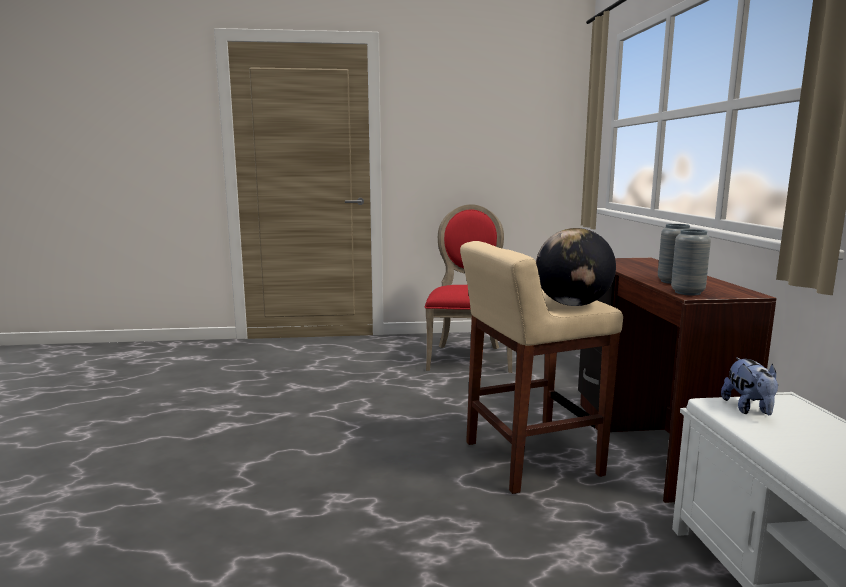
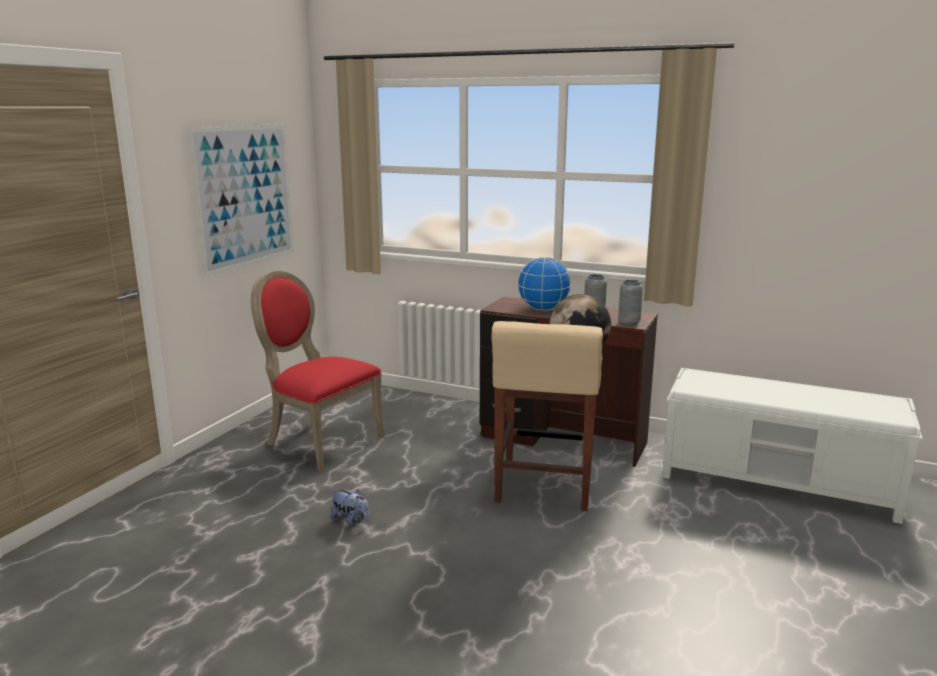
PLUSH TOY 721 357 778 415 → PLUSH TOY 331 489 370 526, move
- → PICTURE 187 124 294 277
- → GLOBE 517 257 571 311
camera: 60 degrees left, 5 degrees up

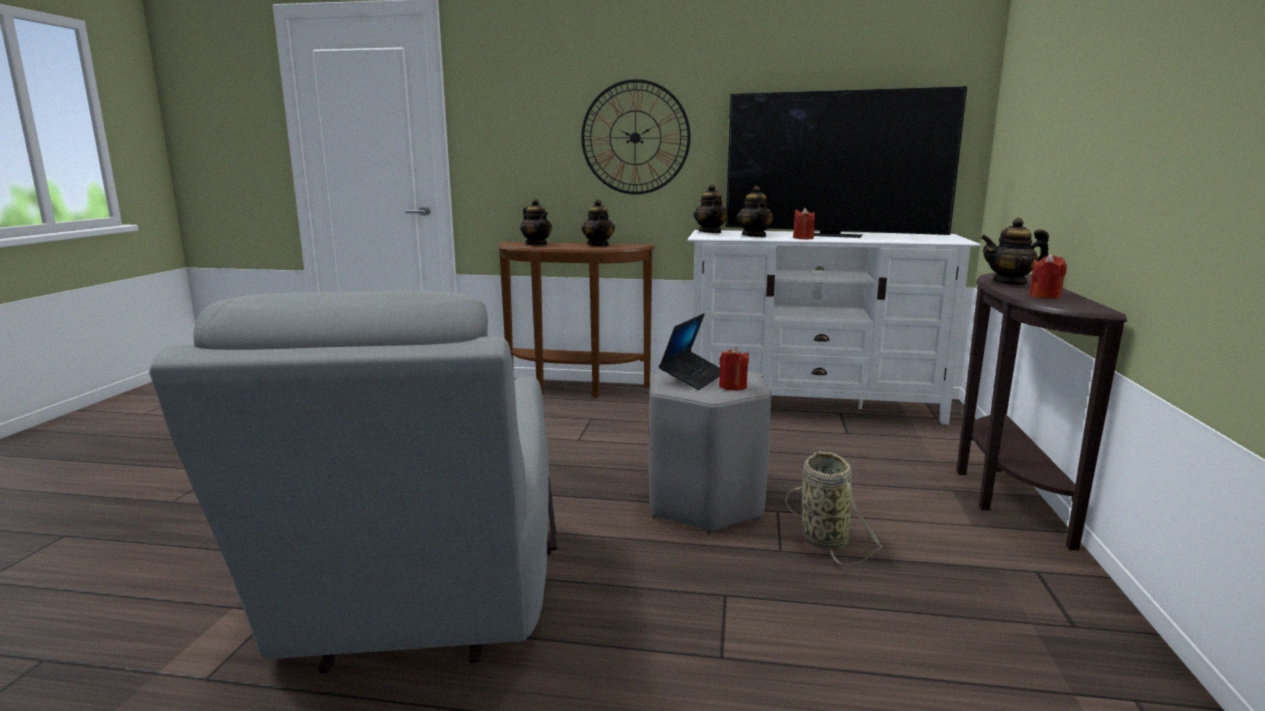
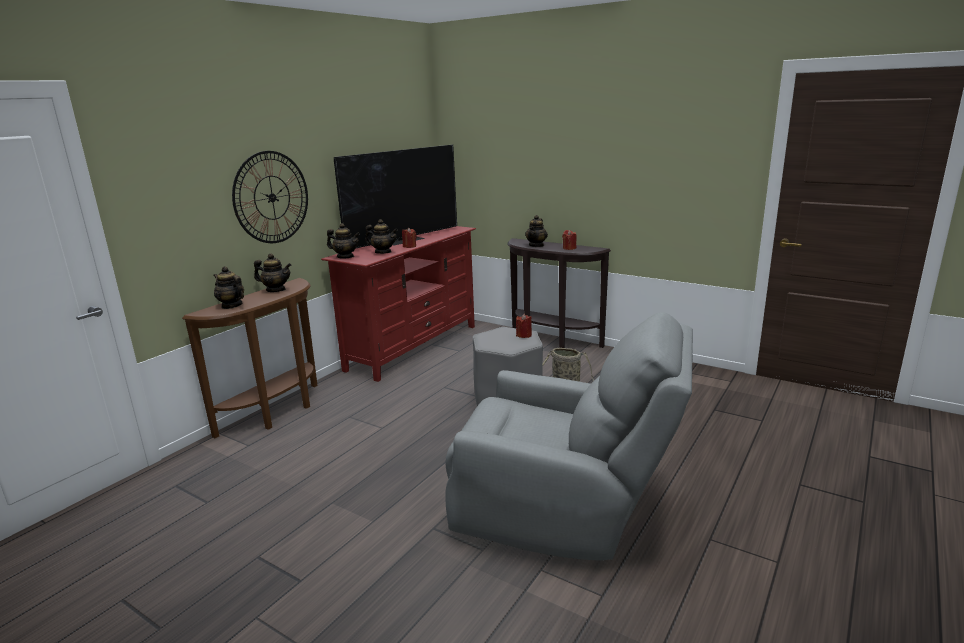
TEAPOT 520 199 552 245 → TEAPOT 213 266 244 309, 135 degrees counterclockwise
LAPTOP 659 313 720 390 → -
WHITE TV STAND 687 230 981 425 → RED TV STAND 321 226 476 382
camera: 65 degrees left, 5 degrees up

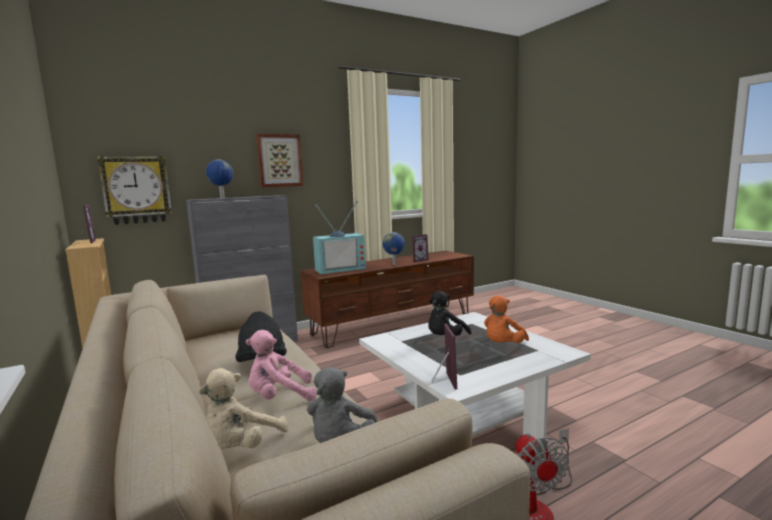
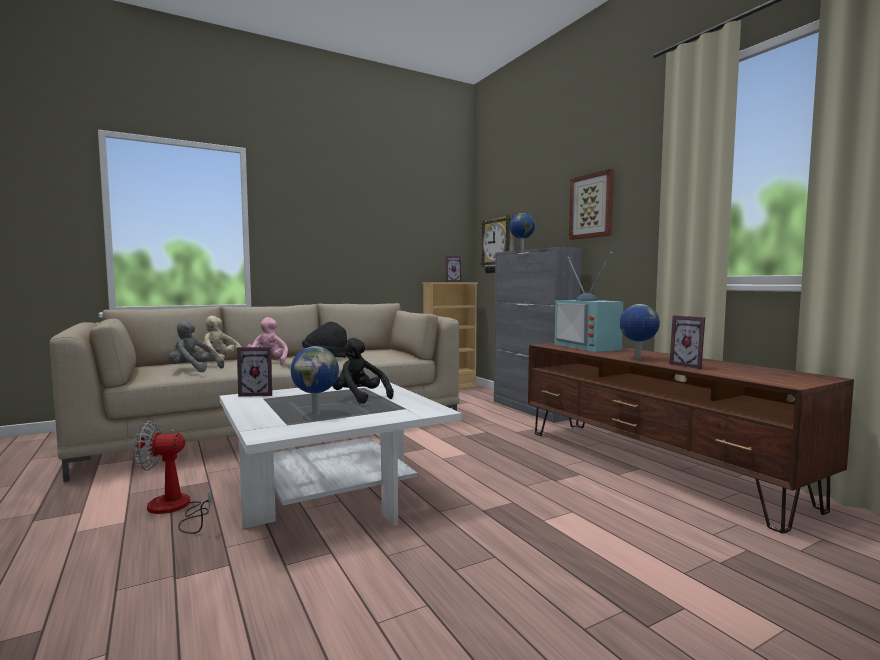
ORANGE PLUSH TOY 484 295 529 343 → GLOBE 291 346 339 415
camera: 90 degrees right, 5 degrees down

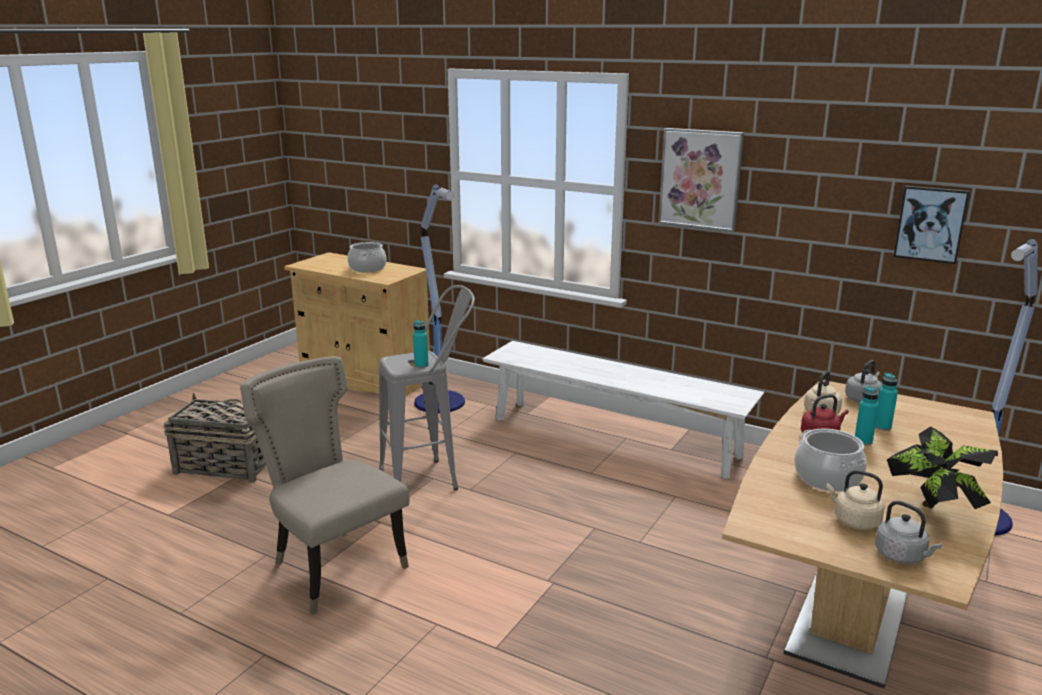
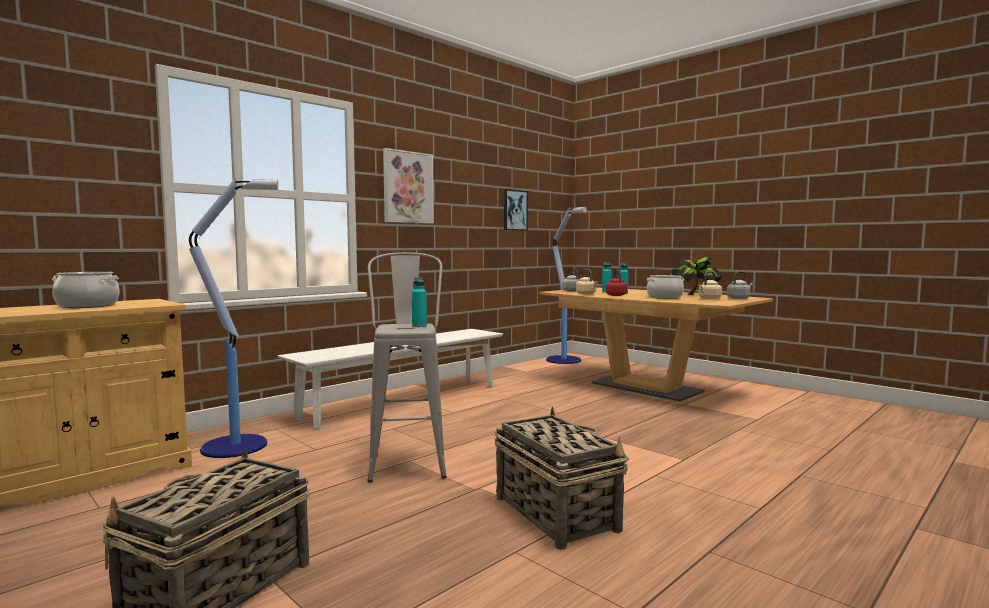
BEIGE CHAIR 240 356 410 615 → BASKET 494 407 629 550
camera: 75 degrees left, 15 degrees down

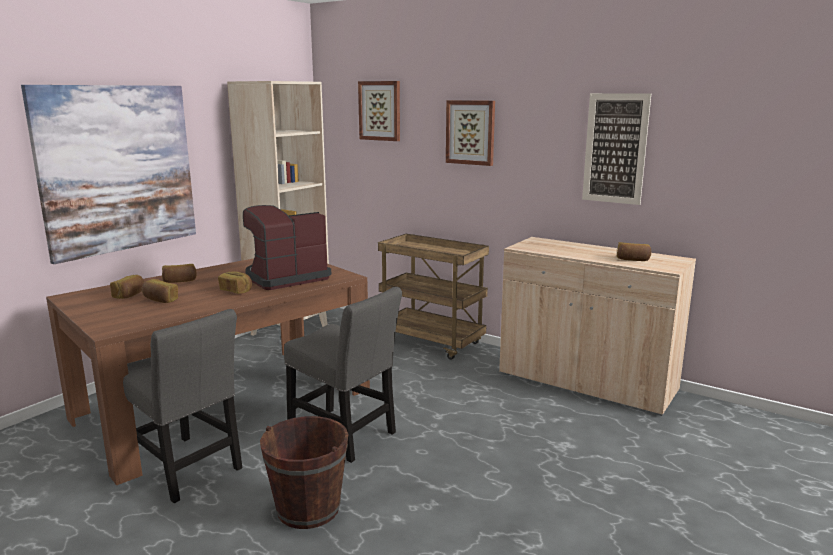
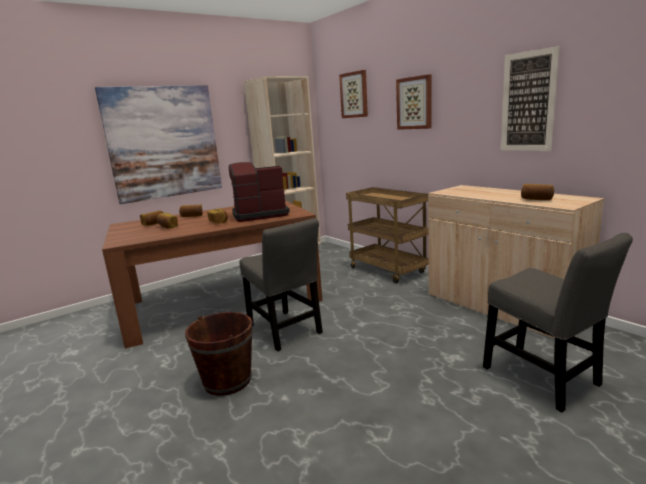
GREY CHAIR 123 309 243 503 → GREY CHAIR 483 233 633 412, move
camera: 20 degrees right, 0 degrees up

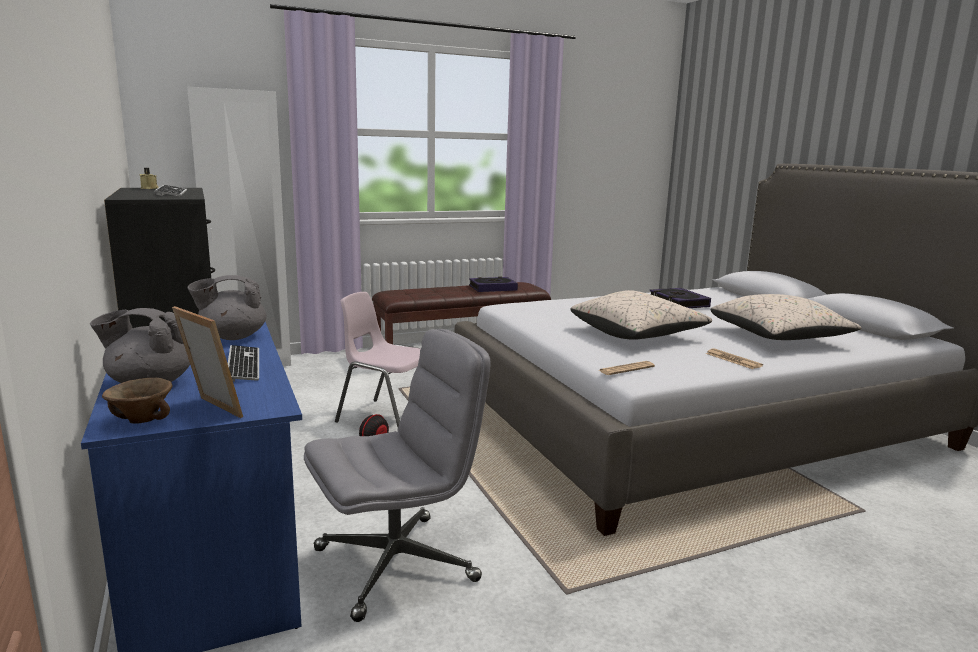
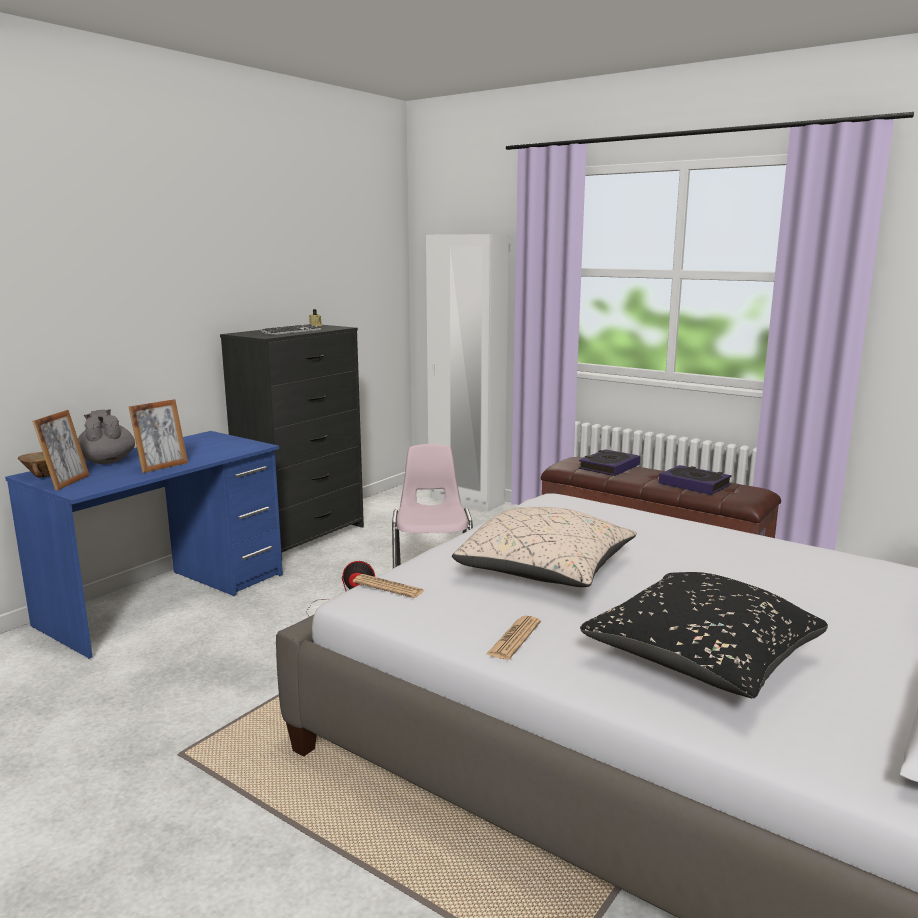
GREY TEAPOT 188 275 267 340 → -
KEYBOARD 228 345 259 382 → PICTURE FRAME 129 399 188 473
GREY OFFICE CHAIR 304 329 491 622 → -
BOOK 650 288 711 308 → BOOK 579 449 640 476, move
BEIGE PILLOW 710 294 861 340 → BLACK PILLOW 580 572 828 698
camera: 60 degrees right, 0 degrees up

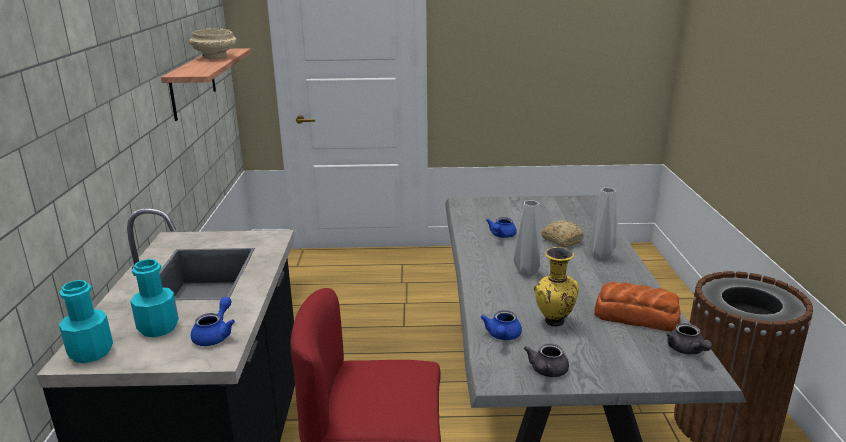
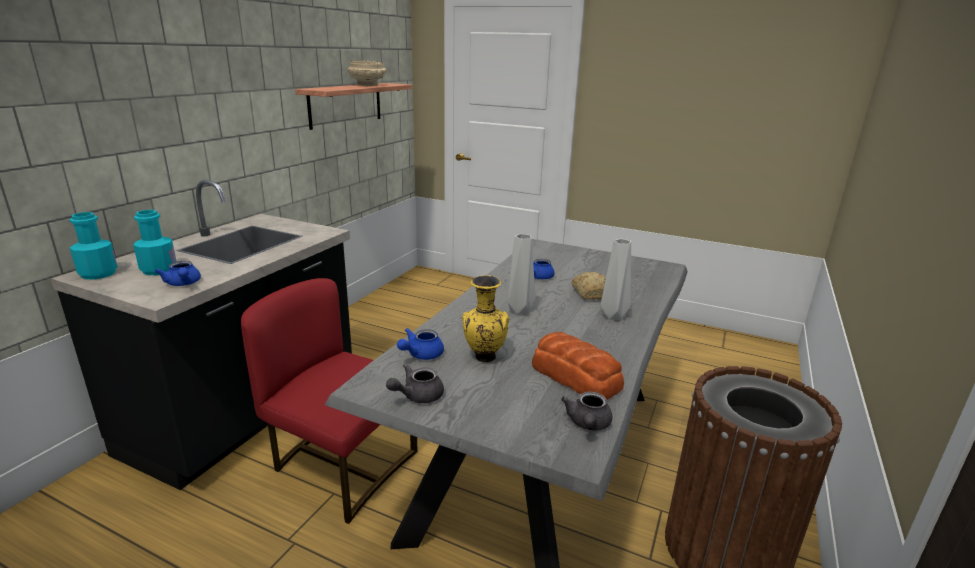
BLUE TEAPOT 191 297 235 346 → BLUE TEAPOT 155 261 201 286, 105 degrees clockwise
camera: 25 degrees right, 0 degrees up

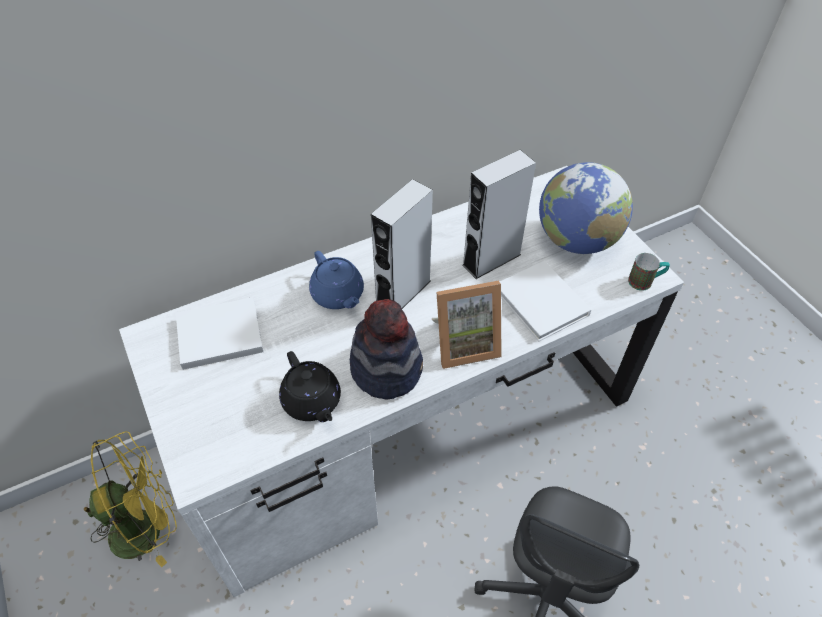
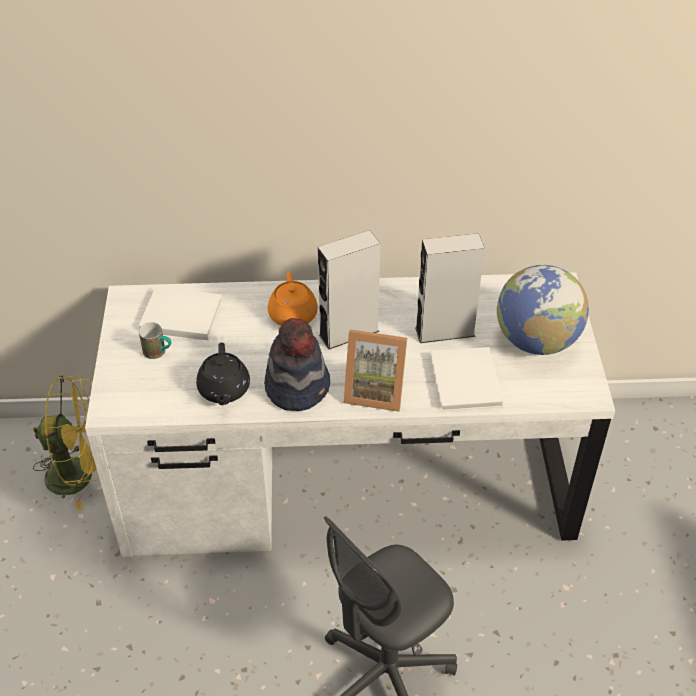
BLUE TEAPOT 309 251 364 309 → ORANGE TEAPOT 268 273 318 326
MUG 628 253 670 291 → MUG 139 323 171 359, move
camera: 25 degrees right, 5 degrees down

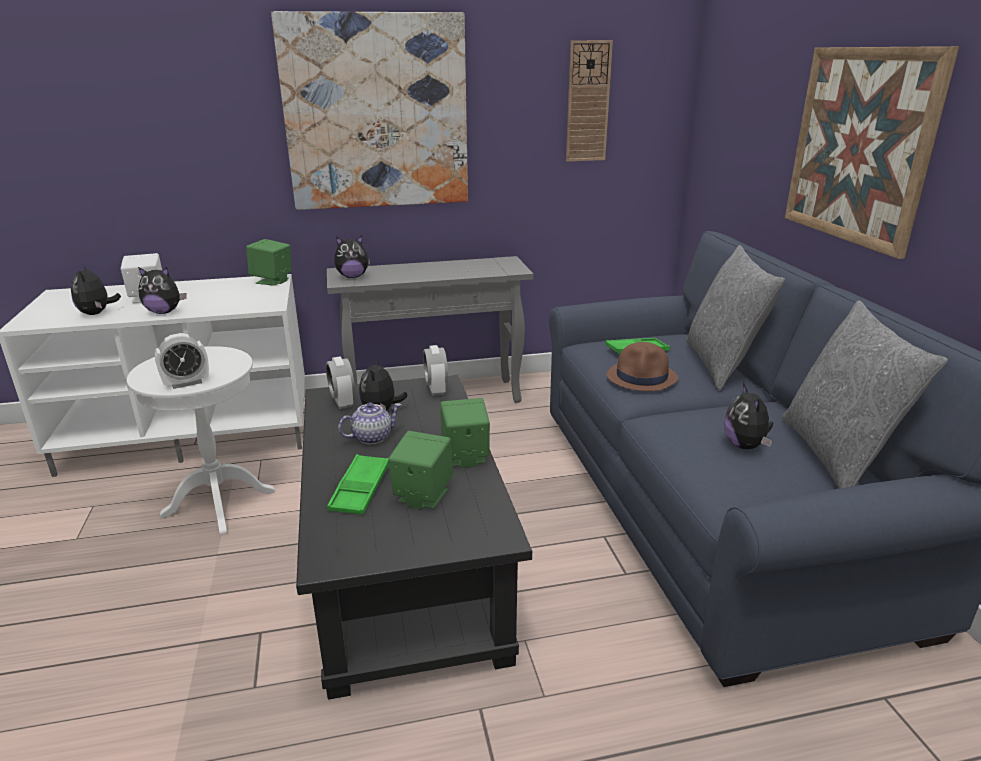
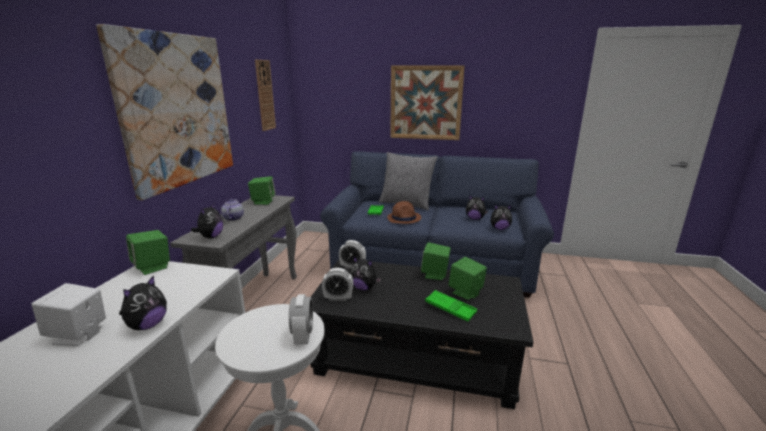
PLUSH TOY 71 264 121 315 → PLUSH TOY 491 205 512 230, move
TEAPOT 338 402 401 444 → TEAPOT 221 199 244 221, move
GREY PILLOW 782 300 948 489 → -
- → GREEN SPEAKER 248 176 276 205
camera: 65 degrees left, 5 degrees down

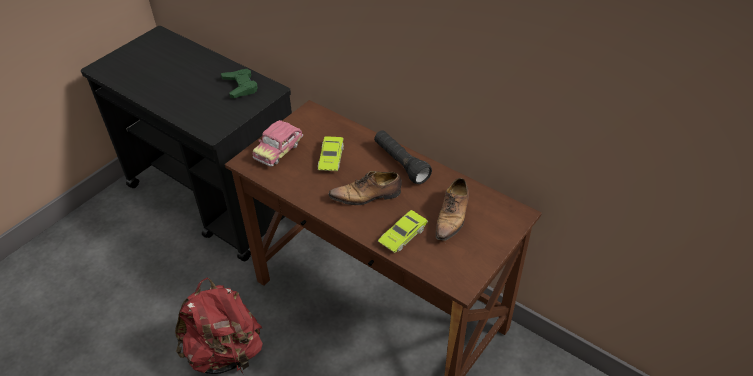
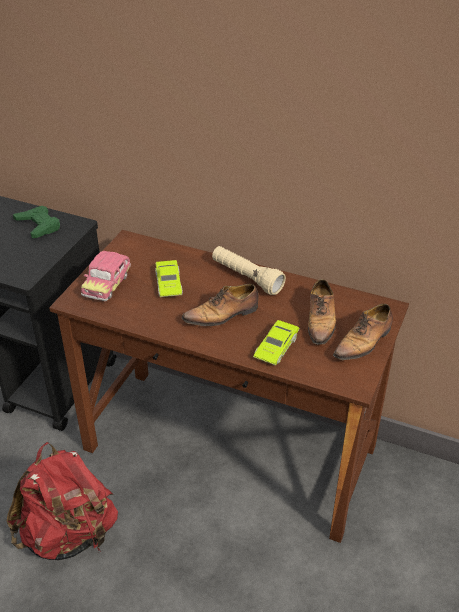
BLACK FLASHLIGHT 374 130 432 184 → BEIGE FLASHLIGHT 212 246 286 295
- → SHOE 333 304 393 360
camera: 15 degrees left, 5 degrees down

